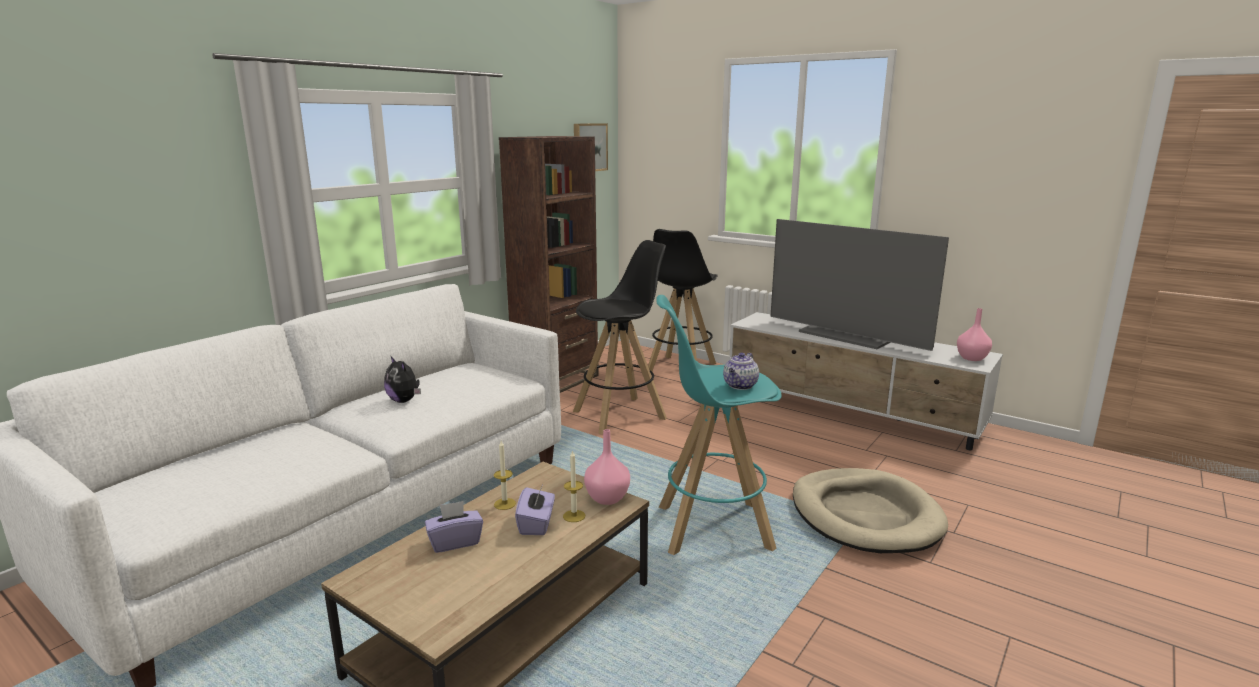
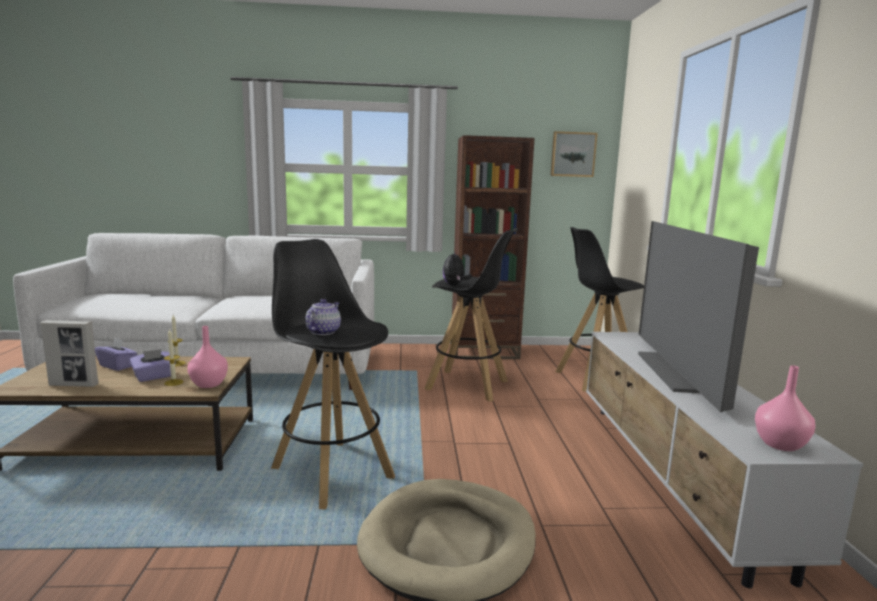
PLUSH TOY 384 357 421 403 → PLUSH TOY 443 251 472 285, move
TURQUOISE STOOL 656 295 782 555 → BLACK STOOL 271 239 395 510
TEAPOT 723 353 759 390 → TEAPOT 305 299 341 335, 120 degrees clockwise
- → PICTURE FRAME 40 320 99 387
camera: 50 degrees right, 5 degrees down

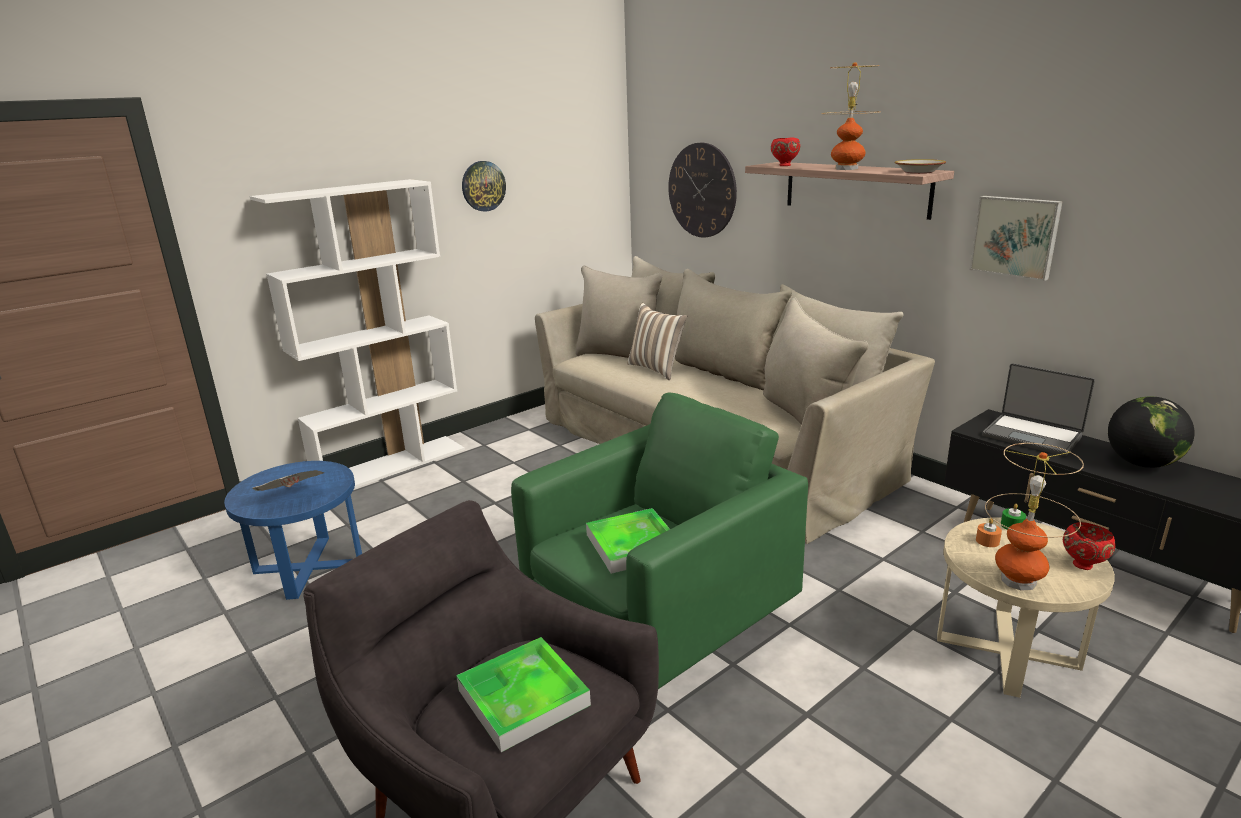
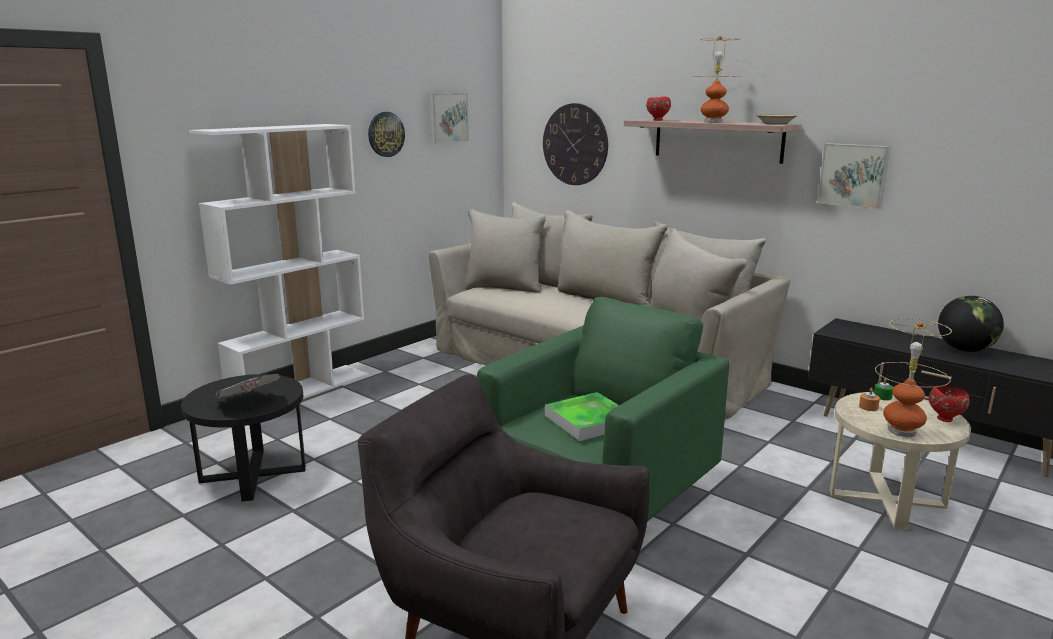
BLUE SIDE TABLE 224 461 362 600 → BLACK SIDE TABLE 181 374 306 502
TRAY 456 637 591 752 → -
PILLOW 627 303 687 380 → -
LAPTOP 983 363 1095 456 → -
- → PICTURE 429 93 469 144
camera: 10 degrees left, 5 degrees down

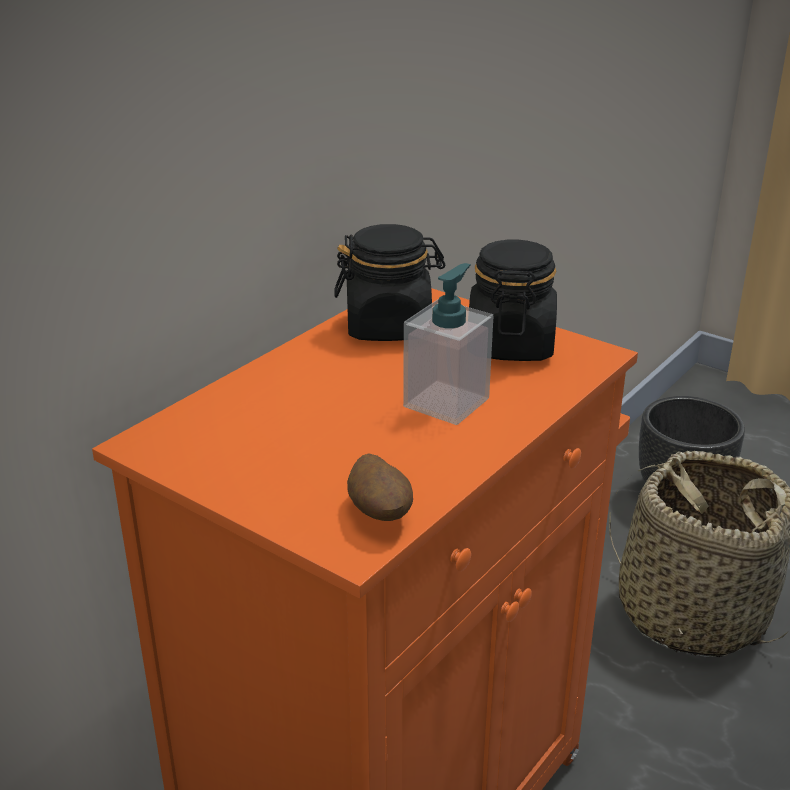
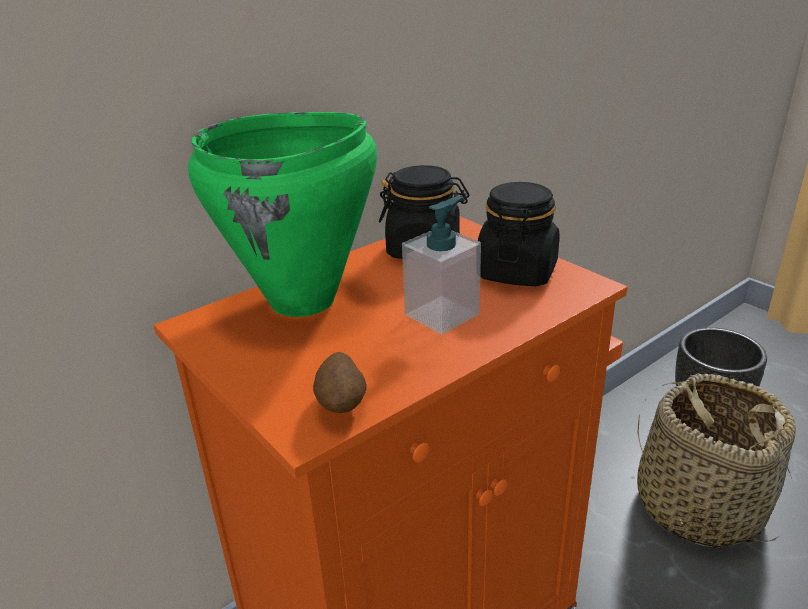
- → GREEN COOKING POT 188 112 377 317
camera: 15 degrees right, 0 degrees up

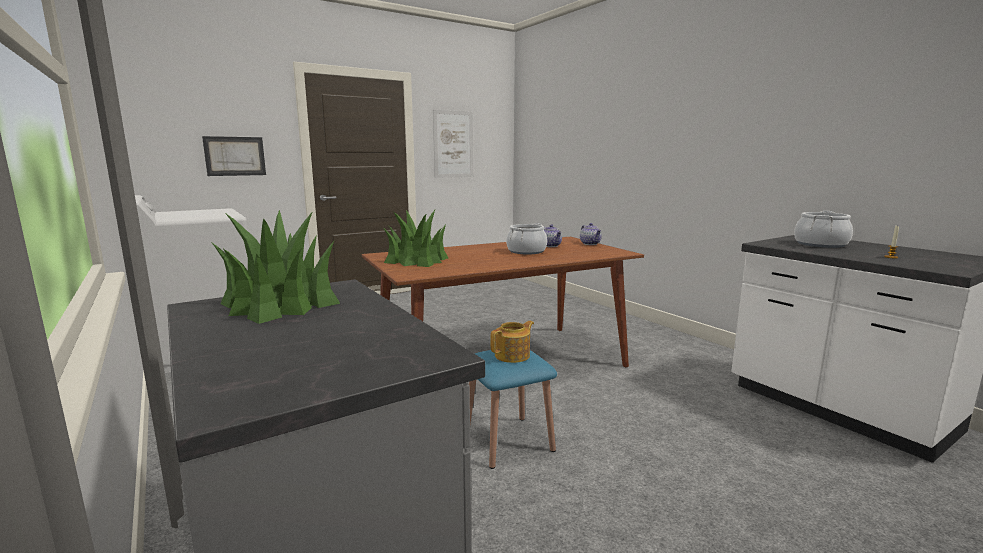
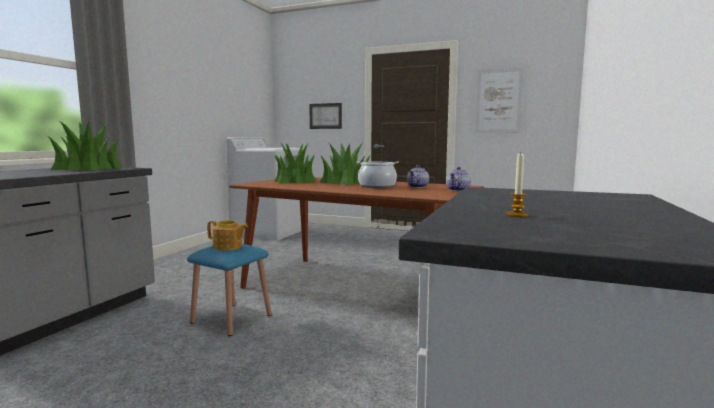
COOKING POT 794 211 853 248 → -
- → POTTED PLANT 320 143 371 185
camera: 55 degrees right, 5 degrees down

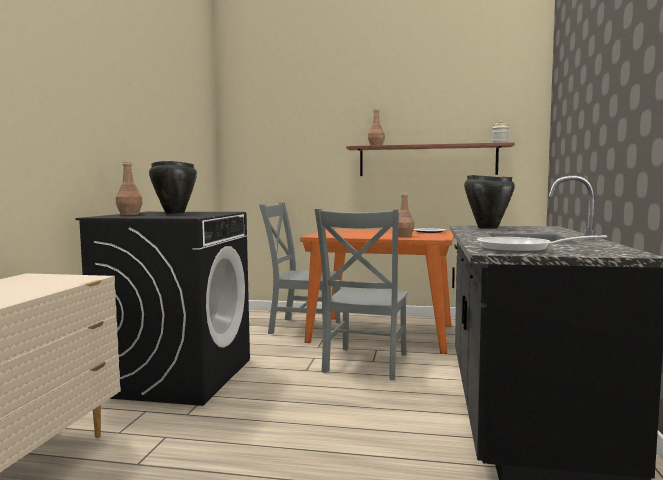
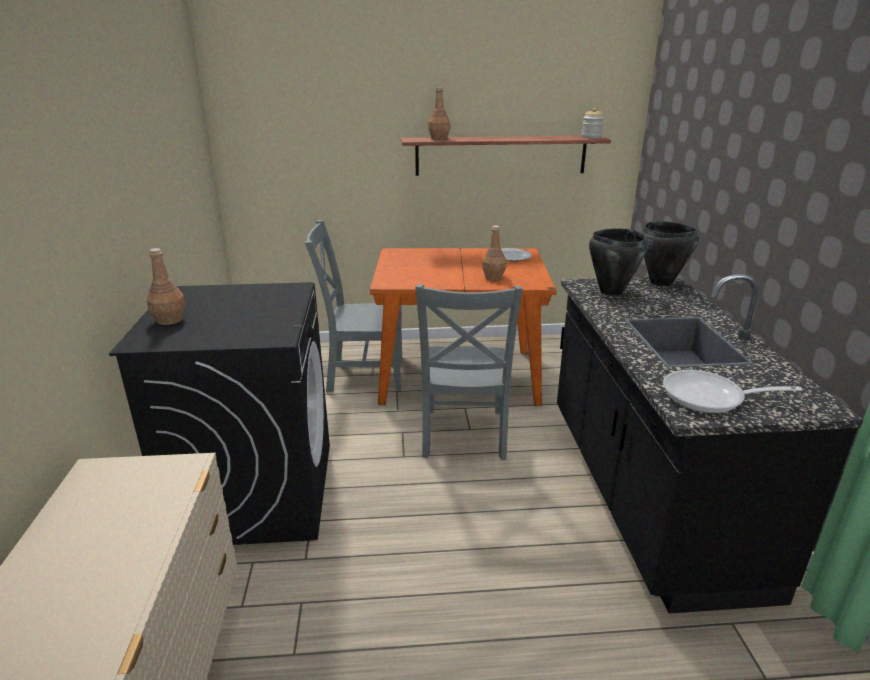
BLACK COOKING POT 149 161 197 214 → BLACK COOKING POT 641 221 699 286, move
camera: 15 degrees left, 20 degrees up

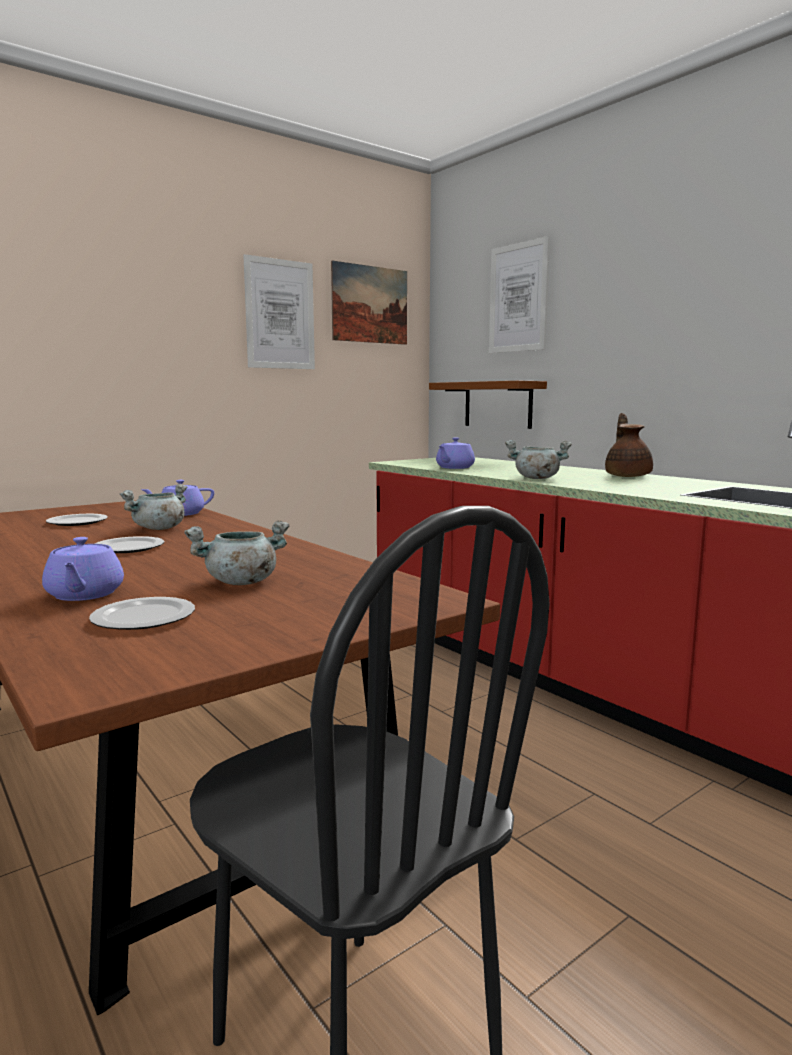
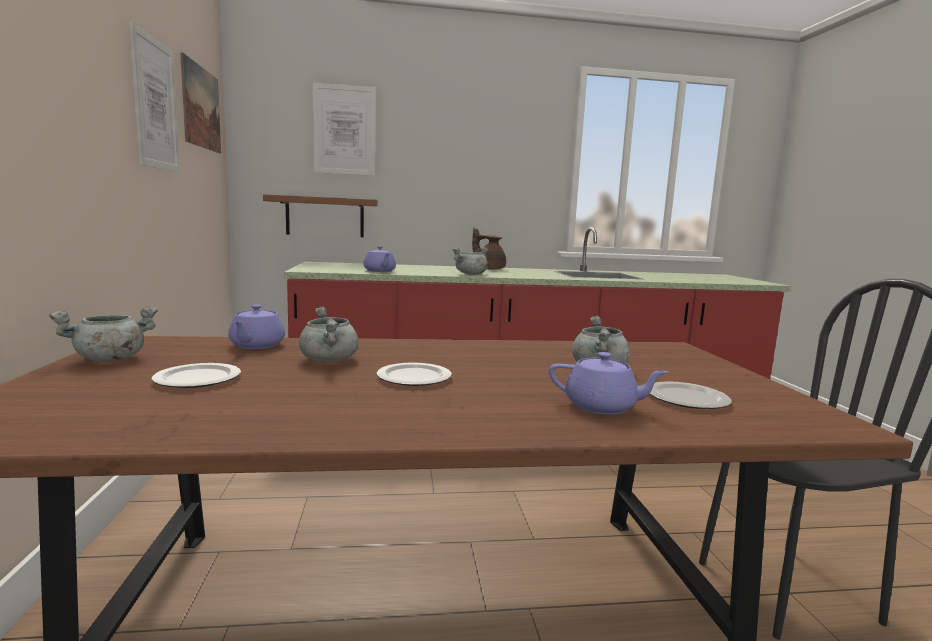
- → GREY COOKING POT 49 306 158 362
camera: 60 degrees left, 0 degrees up

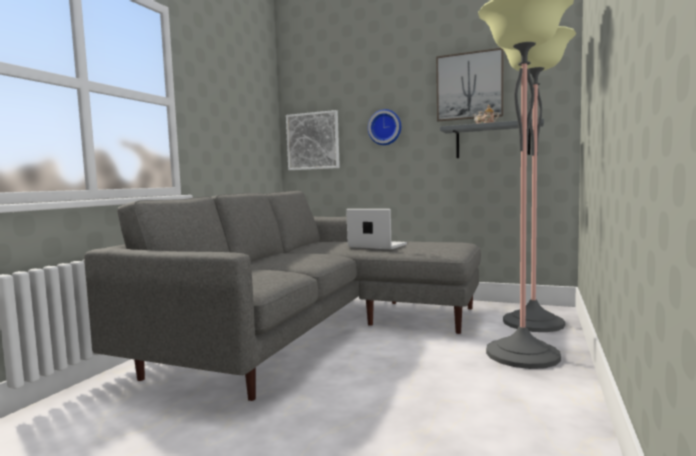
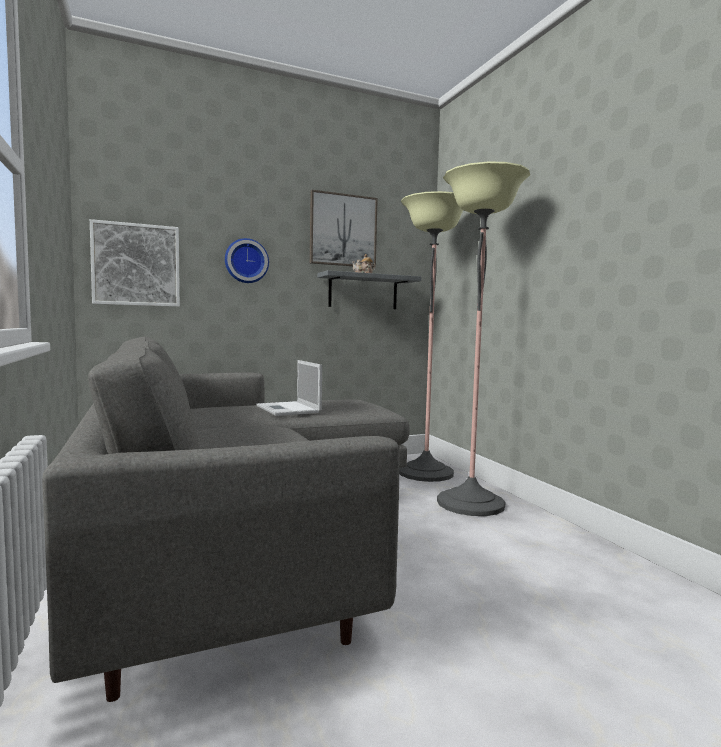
LAPTOP 346 209 407 249 → LAPTOP 257 360 322 416, 105 degrees counterclockwise
camera: 45 degrees left, 0 degrees up

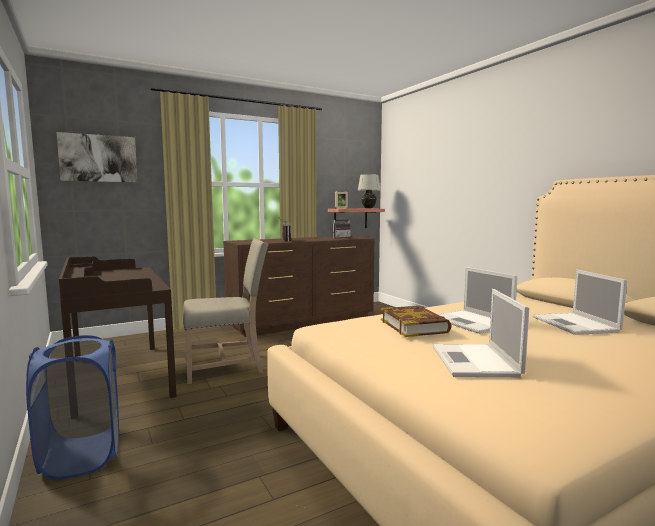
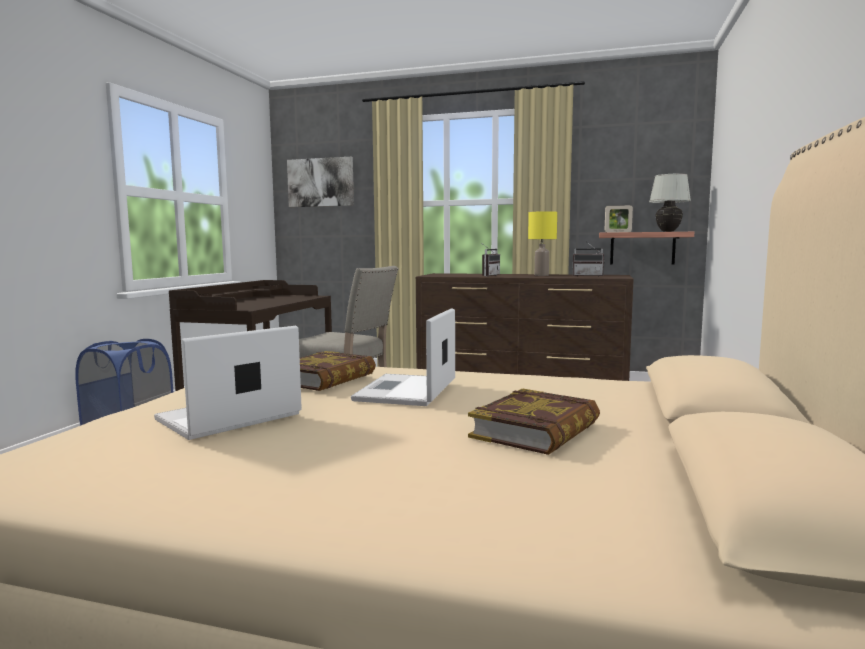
LAPTOP 532 270 627 335 → BOOK 468 389 600 455
- → YELLOW TABLE LAMP 528 211 557 276
camera: 45 degrees right, 0 degrees up

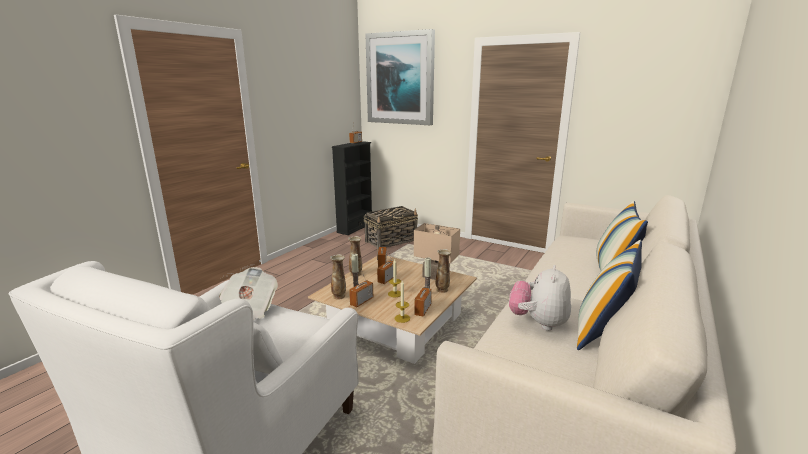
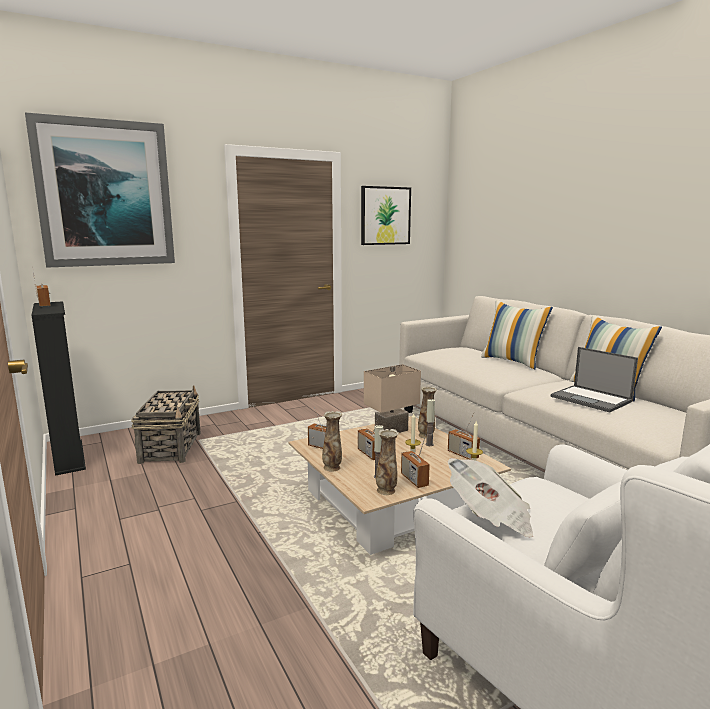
PLUSH TOY 509 265 571 331 → LAPTOP 550 347 638 412
- → PICTURE 361 186 411 245
camera: 60 degrees left, 5 degrees down

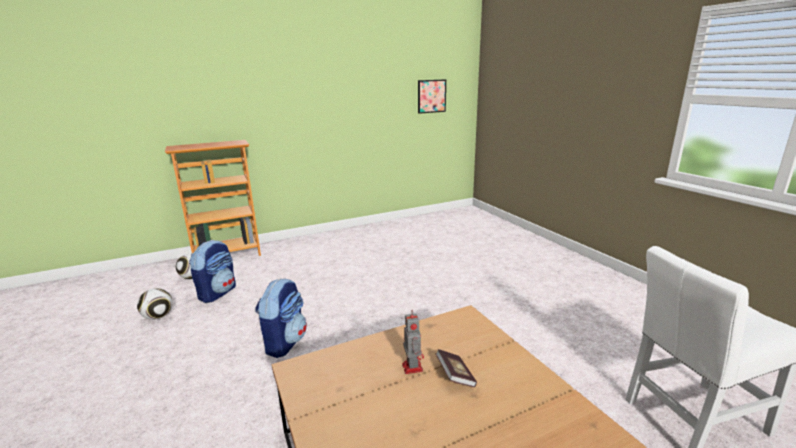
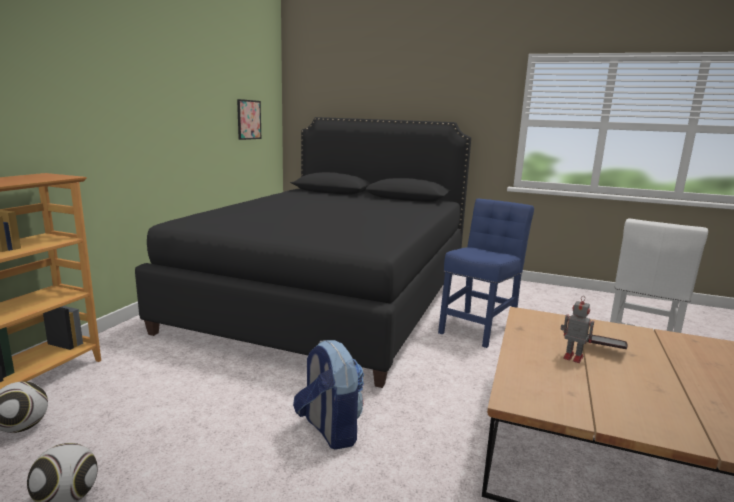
BACKPACK 189 240 236 303 → -
- → BLACK BED 135 117 471 388
- → BLUE CHAIR 438 198 534 348
camera: 45 degrees left, 5 degrees down

